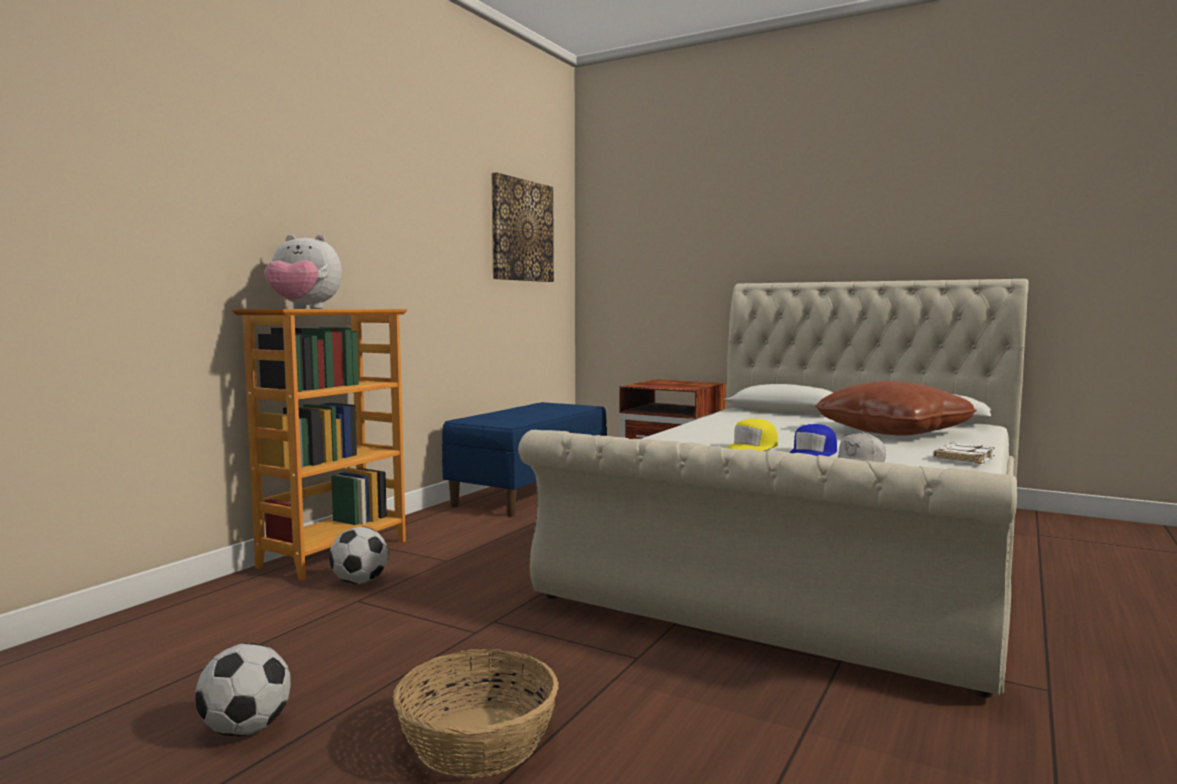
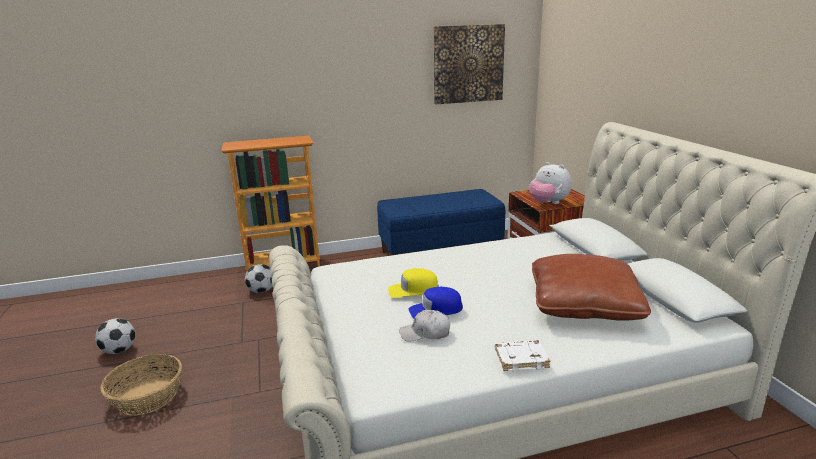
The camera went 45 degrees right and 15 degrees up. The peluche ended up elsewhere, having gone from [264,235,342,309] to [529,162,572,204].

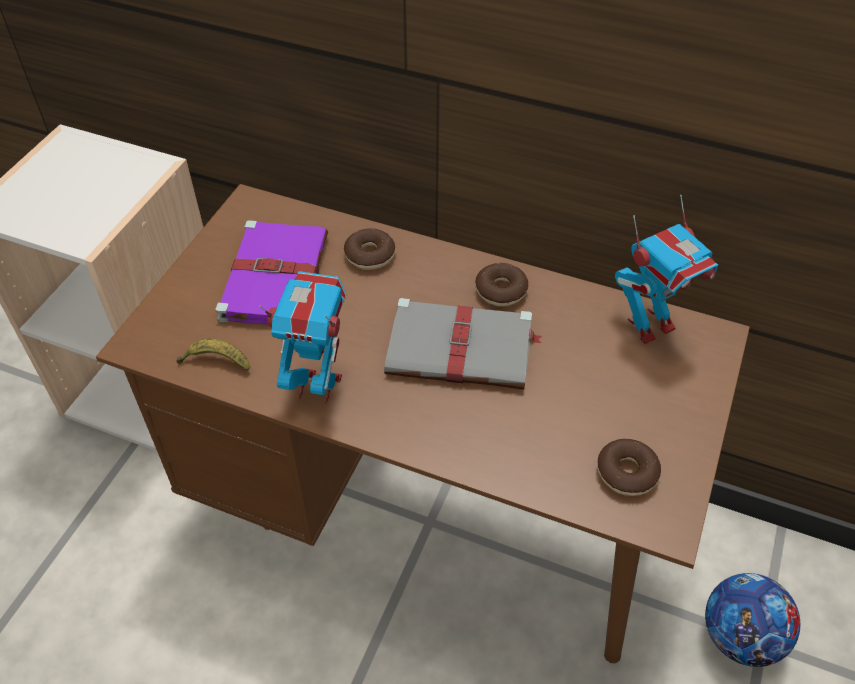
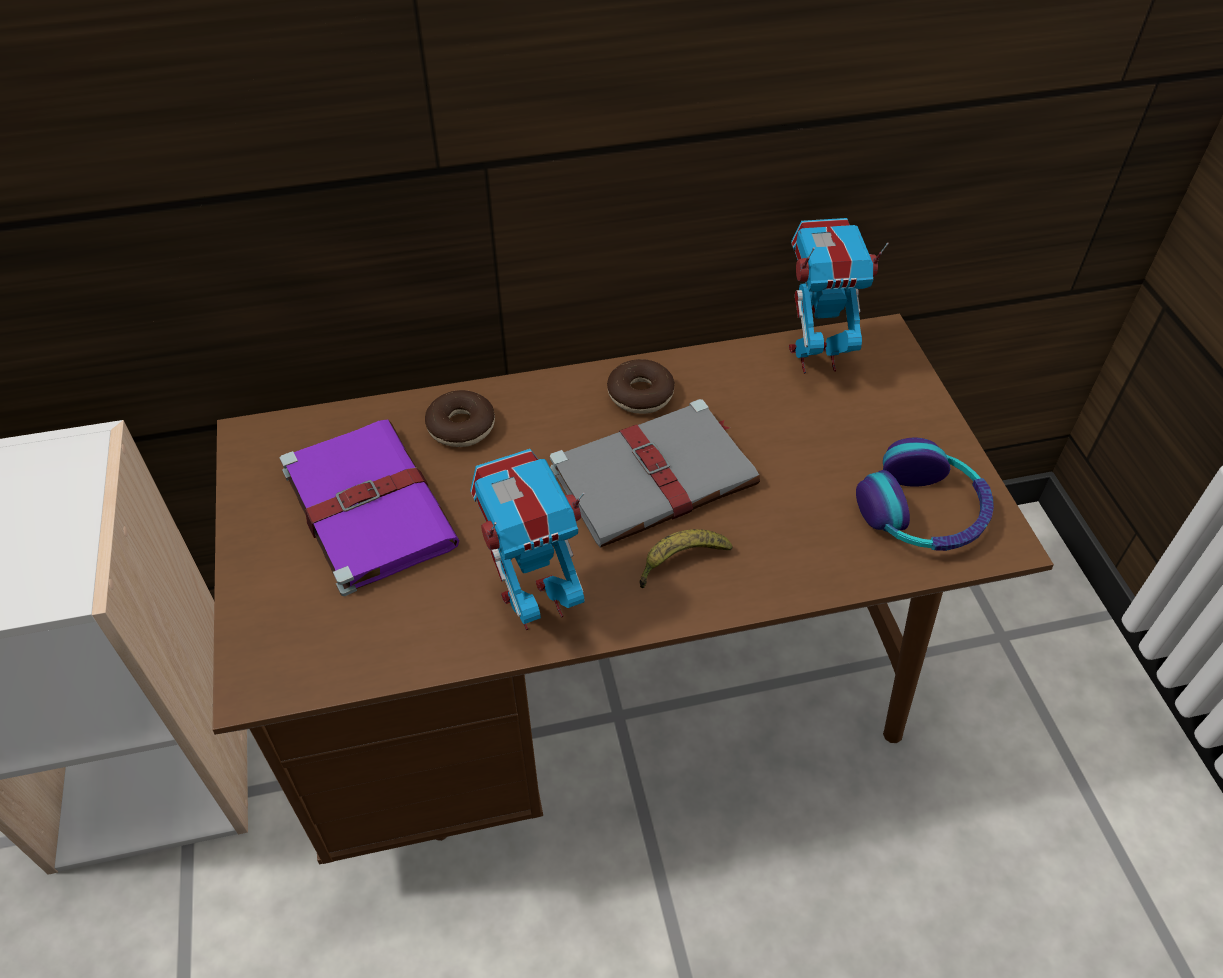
The camera went 35 degrees left and 0 degrees up. The plátano ended up elsewhere, having gone from [176,339,250,371] to [639,529,732,588]. Where the rosquilla stood at [597,439,661,496], the auriculares came to stand at [856,438,994,551]. The robot de juguete at [615,195,718,344] ended up facing another way, 120 degrees counterclockwise from before. The second view lost the balón de fútbol at [705,573,800,667].

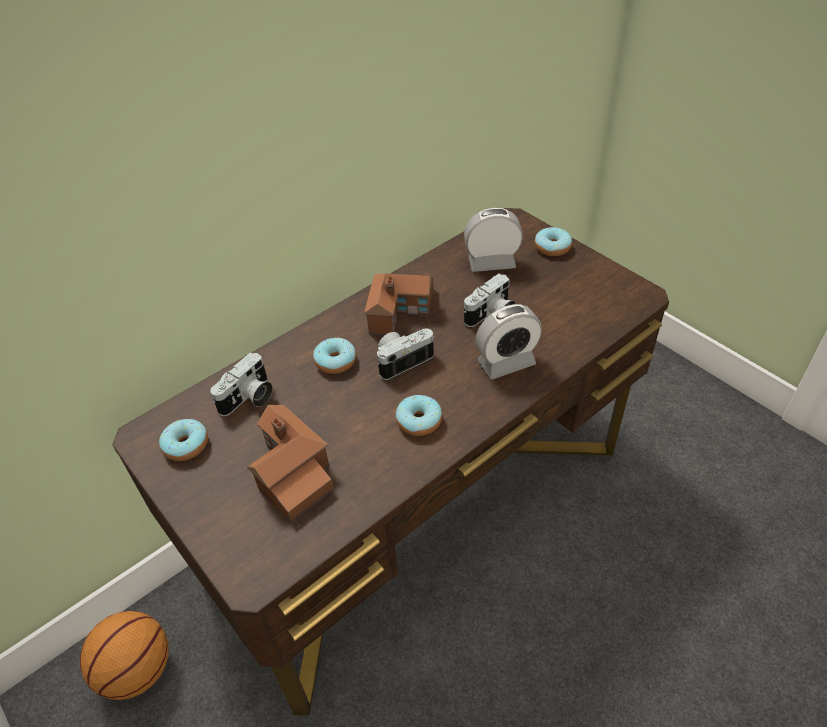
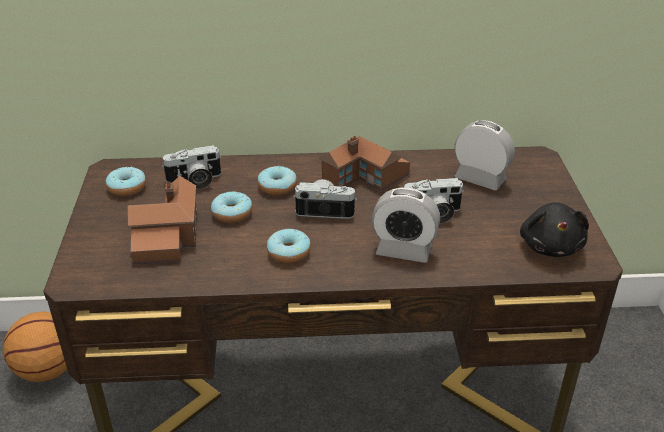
The camera went 35 degrees right and 10 degrees down. The rosquilla ended up elsewhere, having gone from [535,227,572,256] to [211,191,252,223]. The second view gained the peluche/negro at [520,202,589,257].

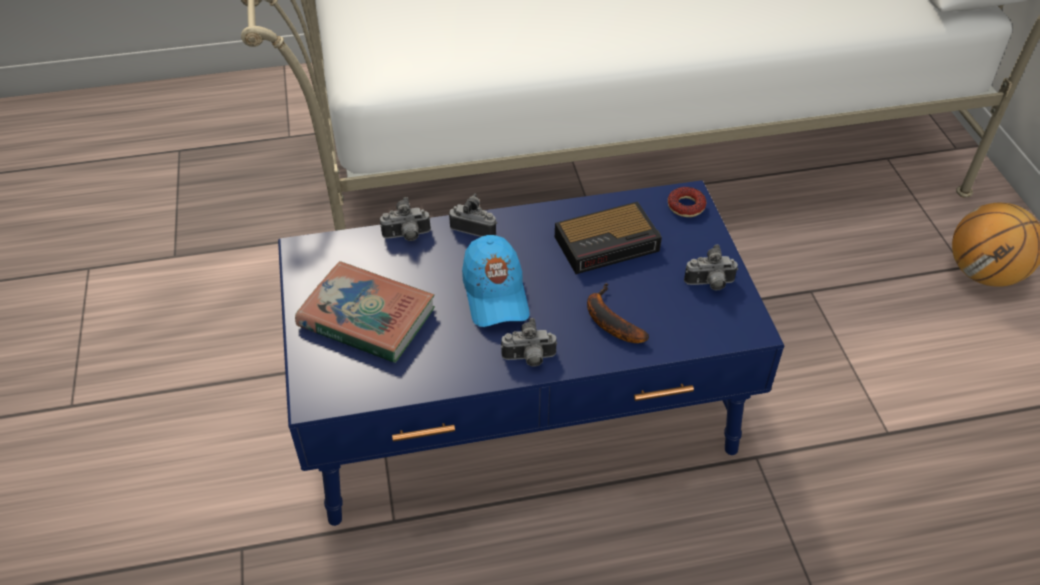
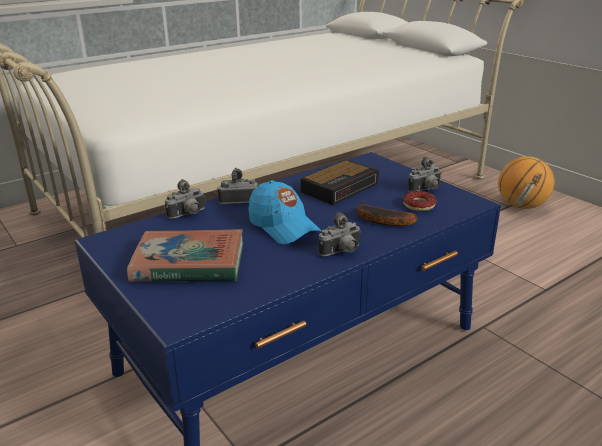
The camera went 25 degrees left and 20 degrees down. The rosquilla ended up elsewhere, having gone from [668,187,706,217] to [403,191,436,211].

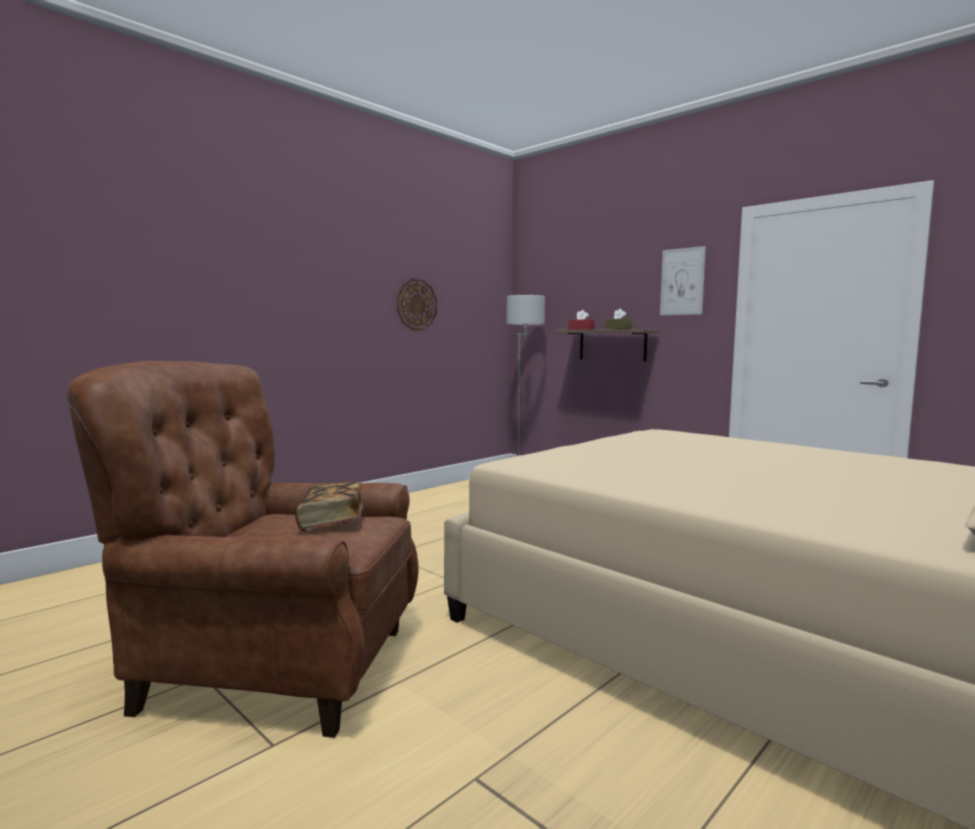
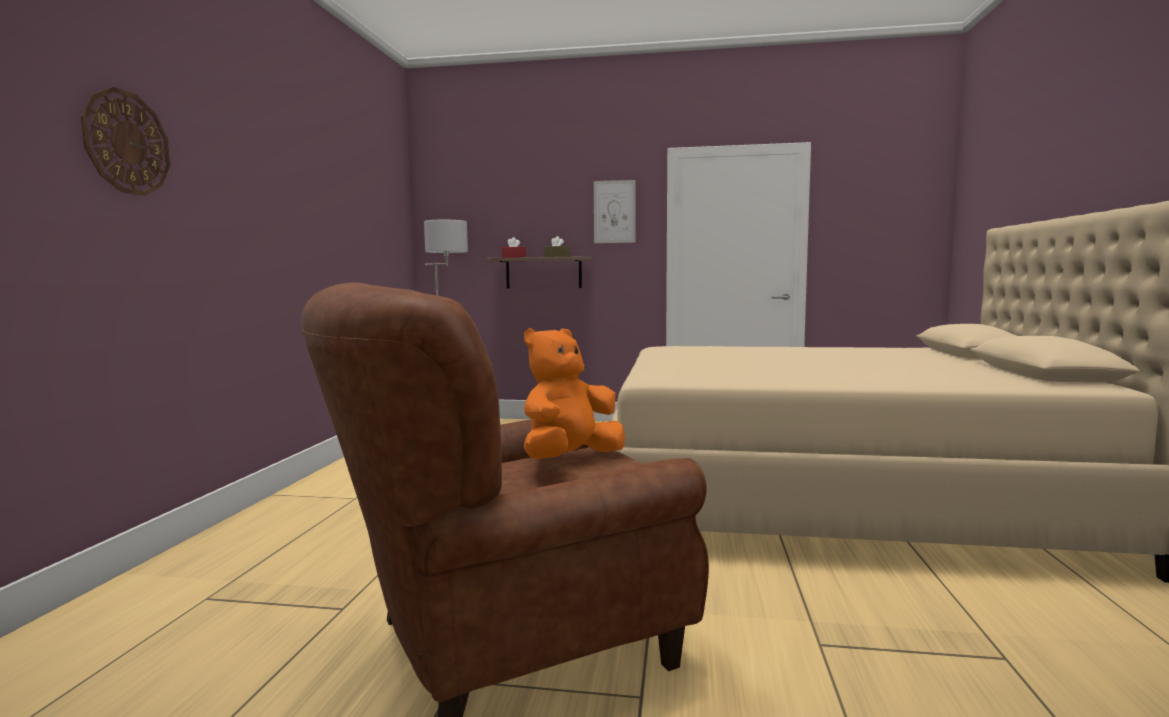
The camera went 35 degrees left and 0 degrees up. Where the libro stood at [295,482,363,531], the peluche/naranja came to stand at [524,328,625,459]. The reloj de pared ended up elsewhere, having gone from [397,278,437,331] to [81,87,170,196].

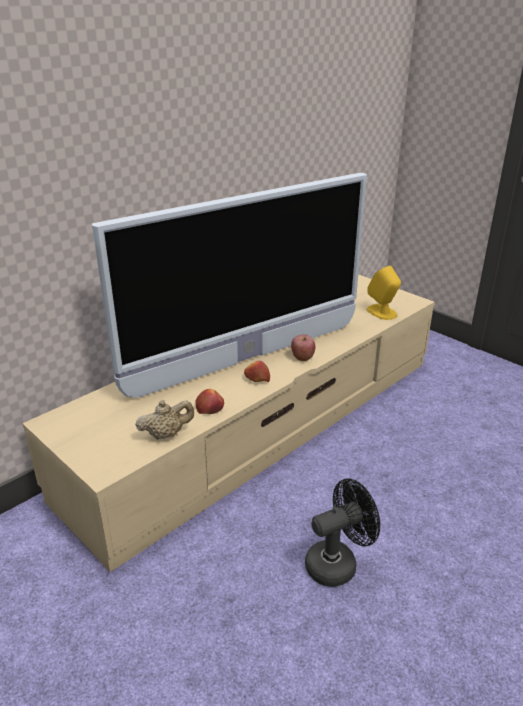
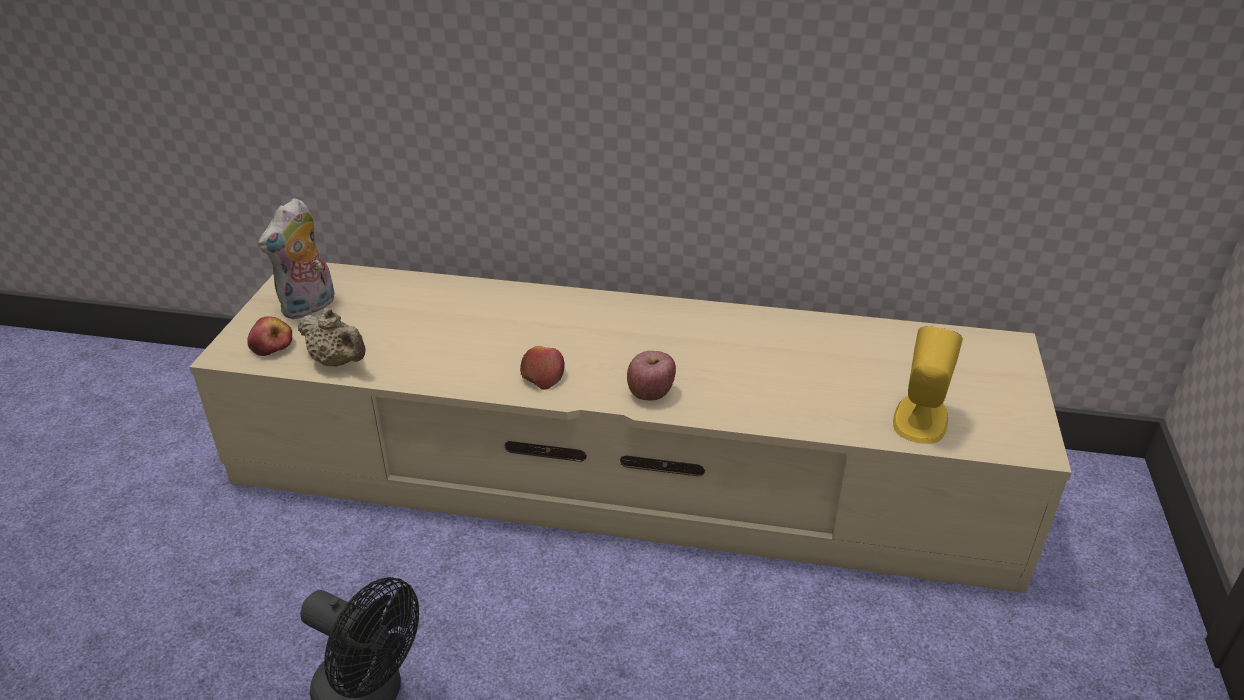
The camera went 55 degrees right and 5 degrees up. The second view lost the televisor at [92,173,367,398]. The manzana ended up elsewhere, having gone from [195,389,224,414] to [247,316,292,356]. The second view gained the peluche at [258,198,335,319].

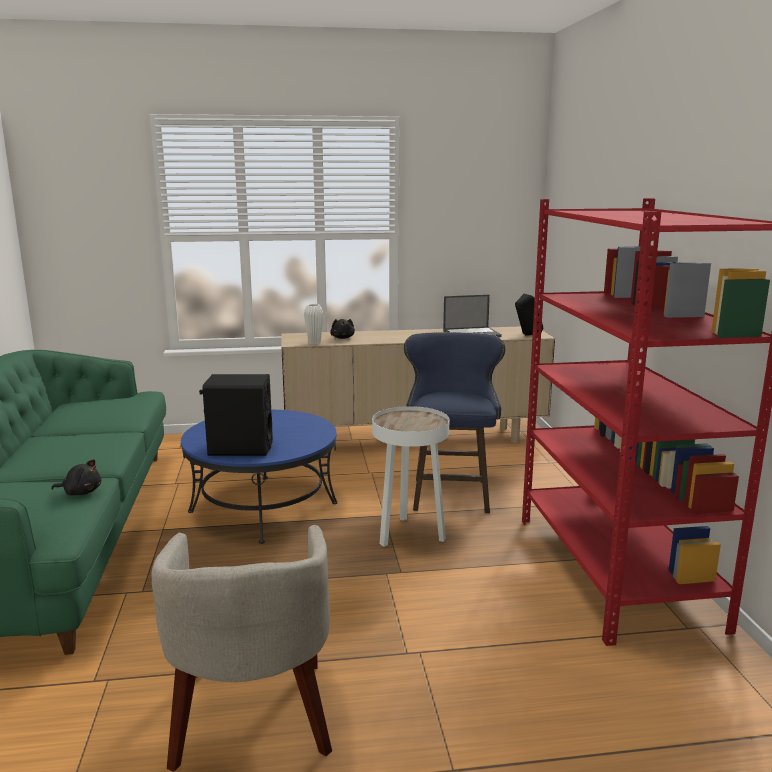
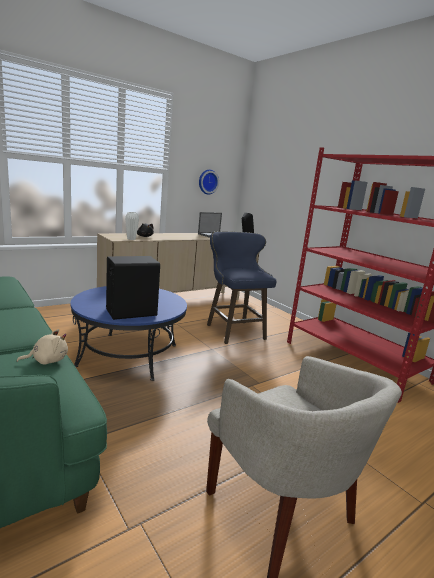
The camera went 30 degrees left and 0 degrees up. What was the peluche/negro at [51,459,101,495] turned into the peluche/beis at [16,329,68,365]. The second view lost the mesa auxiliar/blanco at [372,406,449,547]. The second view gained the reloj de pared at [199,170,219,195].

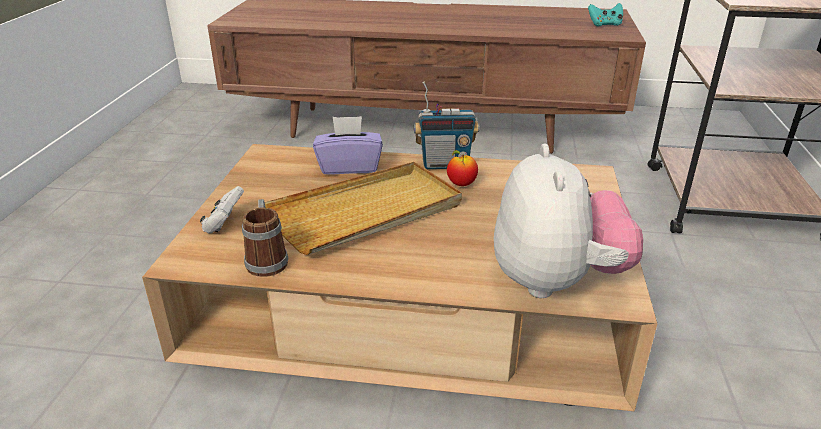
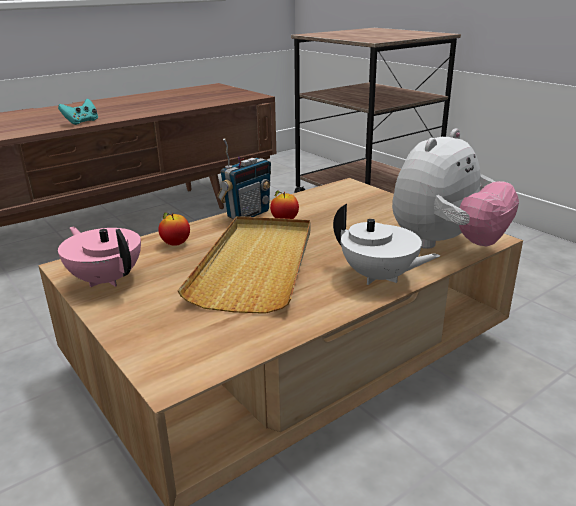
The camera went 45 degrees left and 5 degrees down. The second view lost the mando de consola/blanco at [200,186,244,234]. The second view lost the taza grande at [242,199,289,277]. Where the caja de pañuelos/morado stood at [313,116,383,175], the manzana came to stand at [158,212,190,246]. The peluche at [494,144,643,298] ended up facing another way, 90 degrees clockwise from before. The mando de consola/turquesa ended up elsewhere, having gone from [588,3,623,27] to [58,99,98,125]. The second view gained the tetera/rosa at [58,227,141,287]. The second view gained the tetera/blanco at [333,204,440,285].

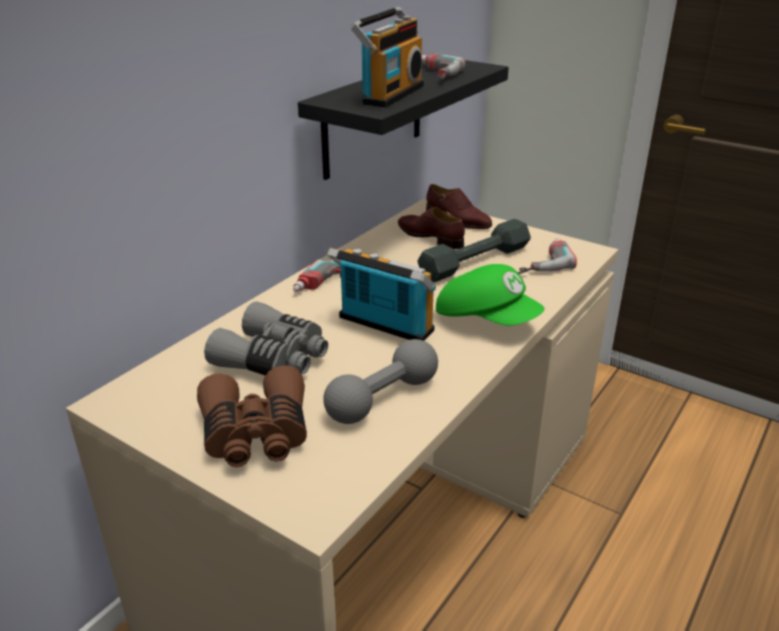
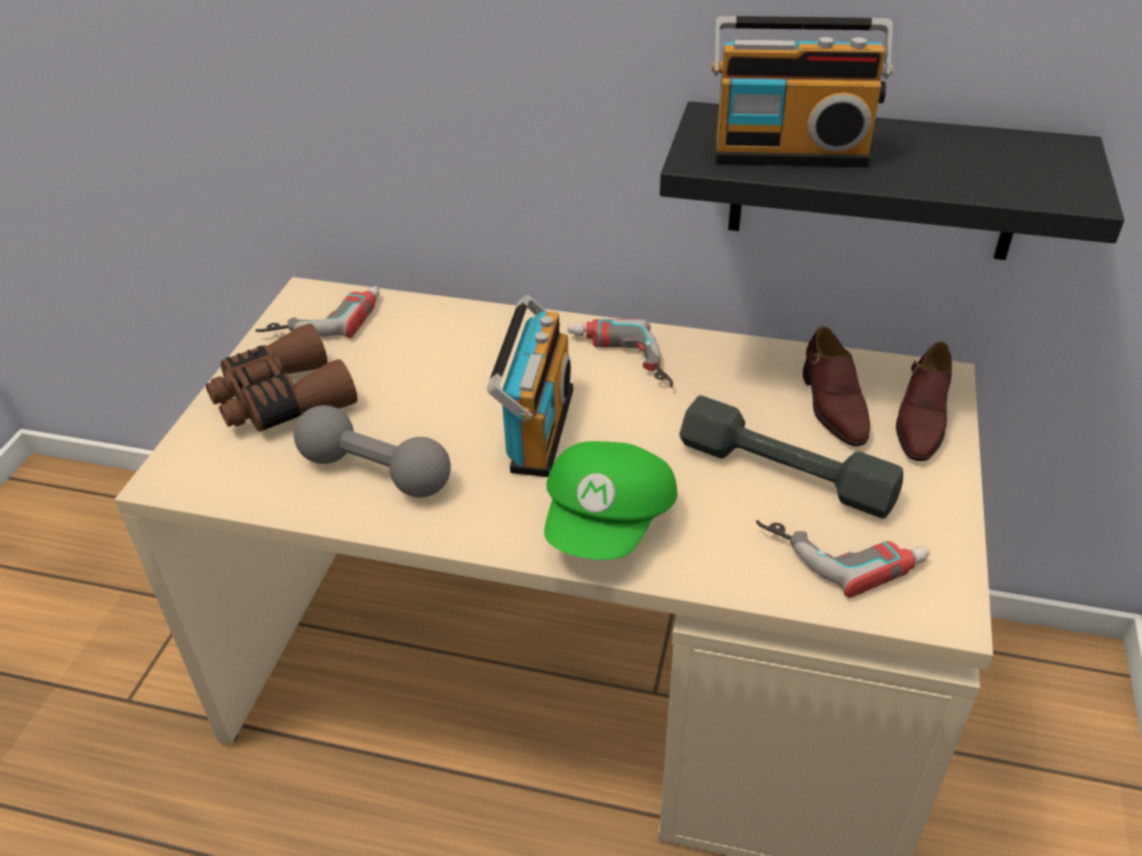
The camera went 70 degrees right and 10 degrees up. The second view lost the prismáticos/gris at [204,302,328,376]. The zapato/marrón at [398,207,465,249] ended up facing another way, 150 degrees clockwise from before. The taladro ended up elsewhere, having gone from [422,53,466,80] to [255,286,379,338].

